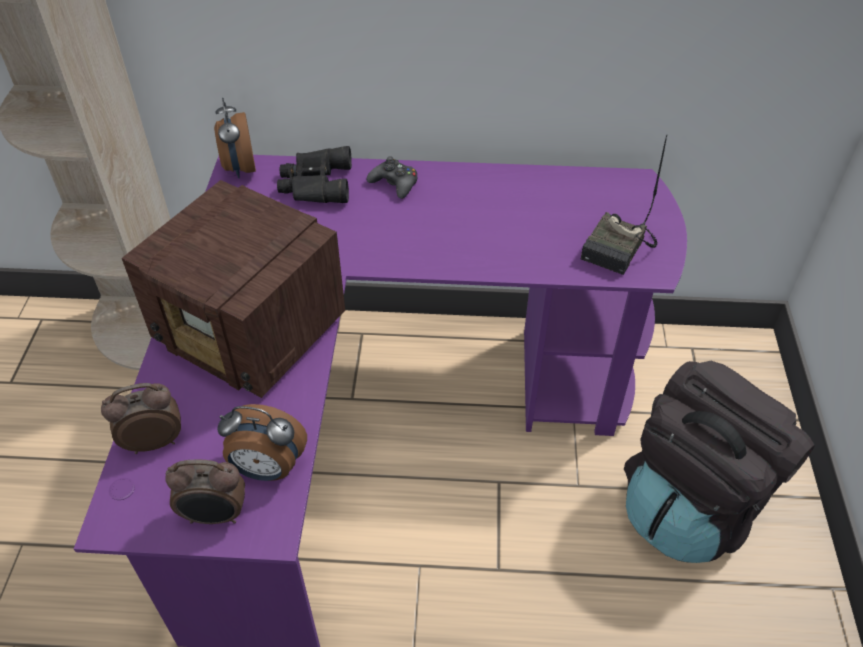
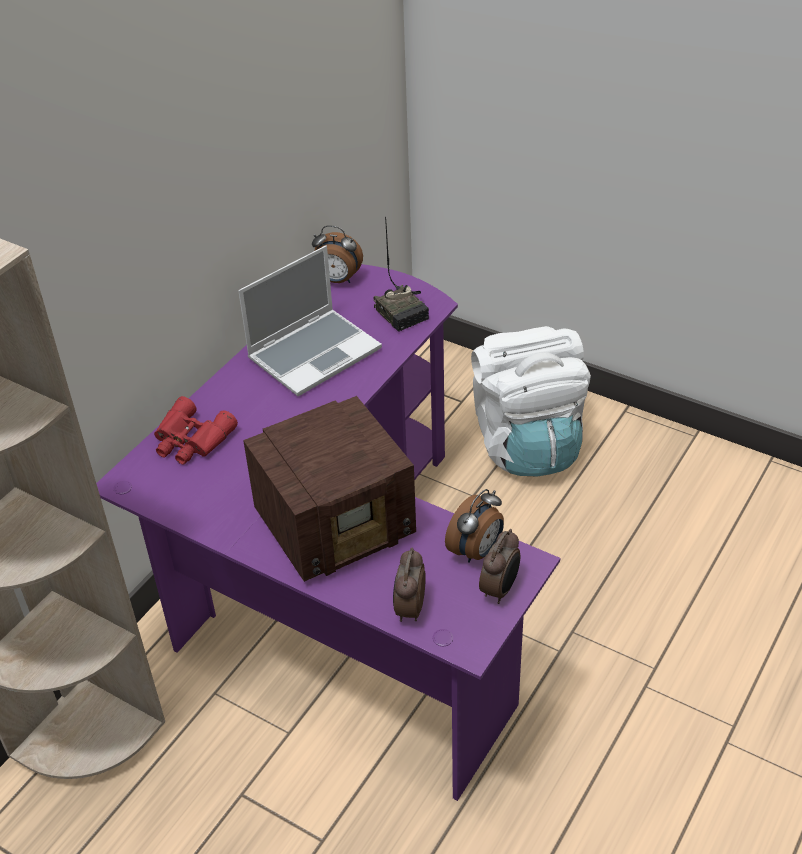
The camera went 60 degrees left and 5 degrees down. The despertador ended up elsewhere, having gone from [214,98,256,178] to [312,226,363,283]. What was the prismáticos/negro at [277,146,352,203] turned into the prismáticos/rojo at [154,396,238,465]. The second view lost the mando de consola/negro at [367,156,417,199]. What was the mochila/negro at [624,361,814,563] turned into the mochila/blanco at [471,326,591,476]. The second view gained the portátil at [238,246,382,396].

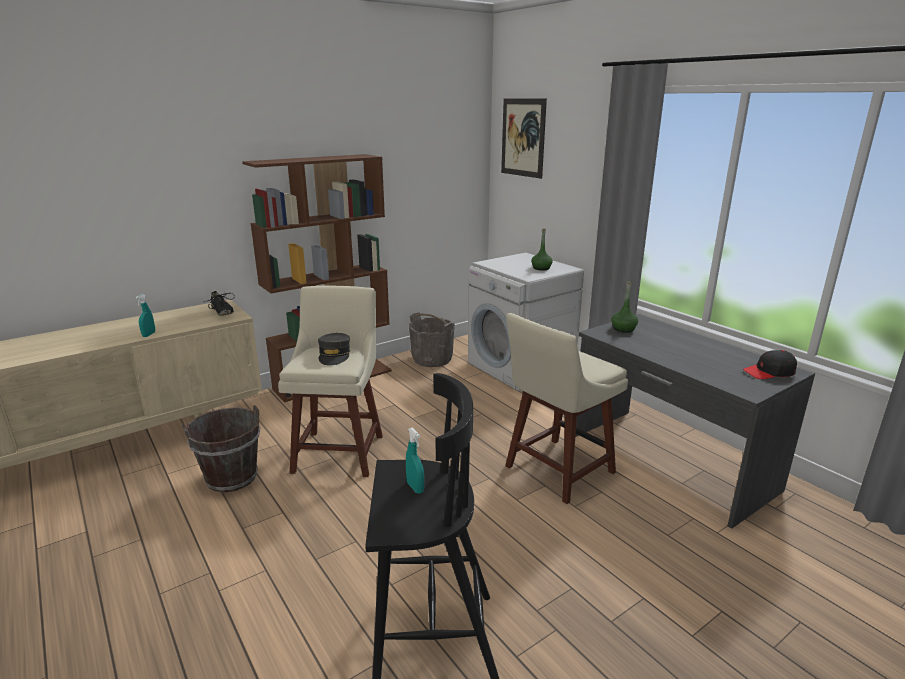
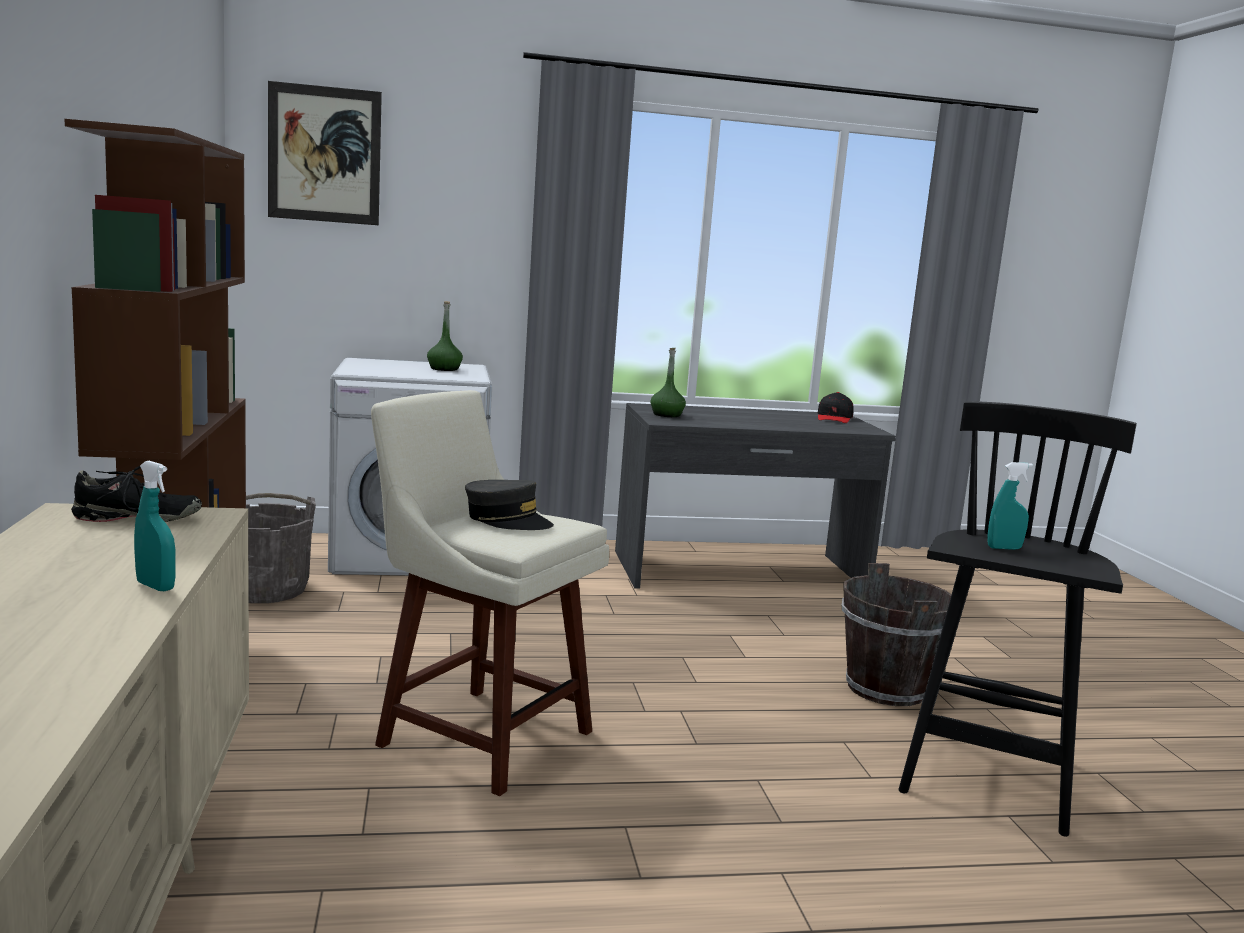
The camera went 65 degrees left and 10 degrees down. The cubo/marrón ended up elsewhere, having gone from [182,405,260,493] to [842,563,952,706]. The second view lost the taburete/beis at [506,313,628,504].

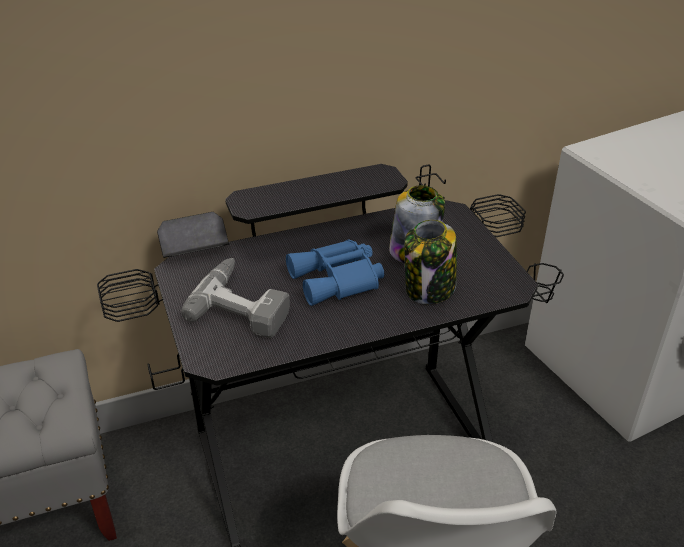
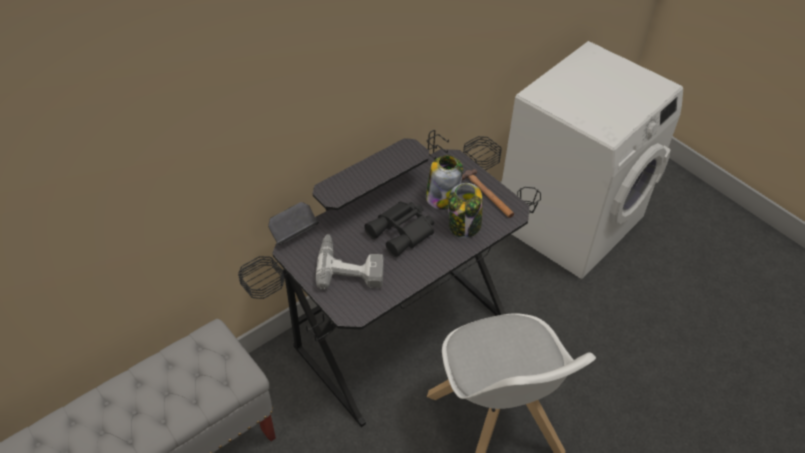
The camera went 20 degrees left and 10 degrees up. What was the prismáticos/azul at [286,239,384,306] turned into the prismáticos/negro at [364,201,434,257]. The second view gained the martillo at [462,169,514,218].

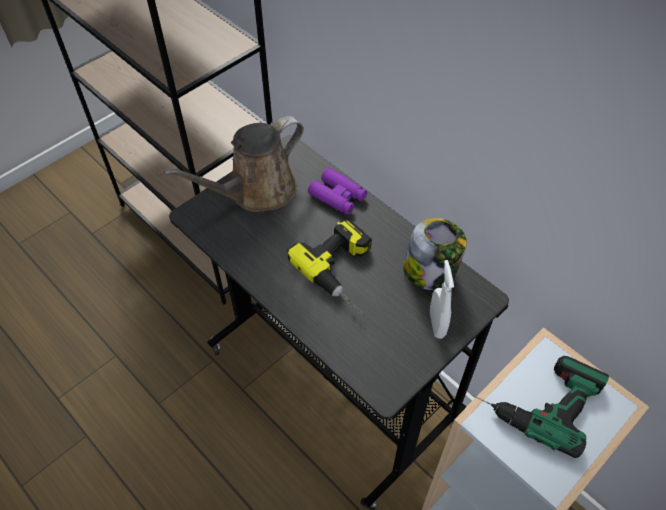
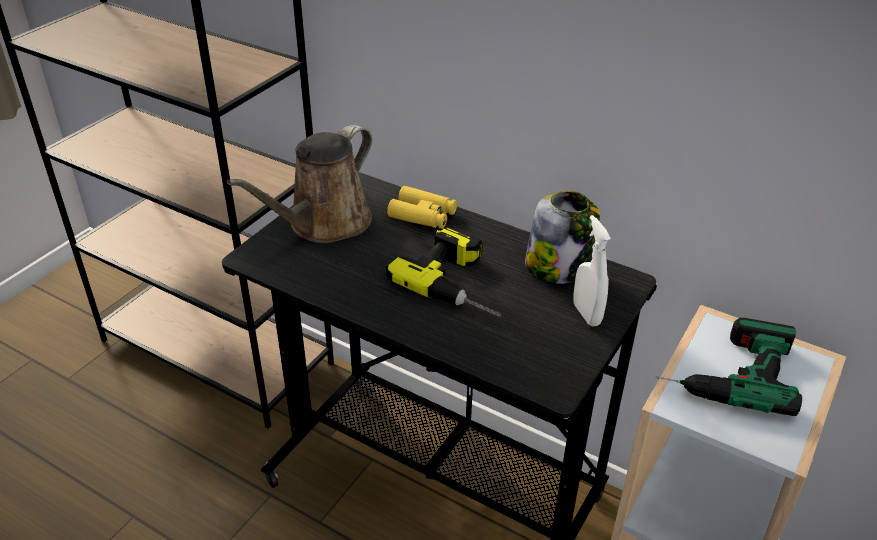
The camera went 15 degrees left and 15 degrees down. What was the prismáticos/morado at [308,167,367,215] turned into the prismáticos/amarillo at [387,186,457,229].

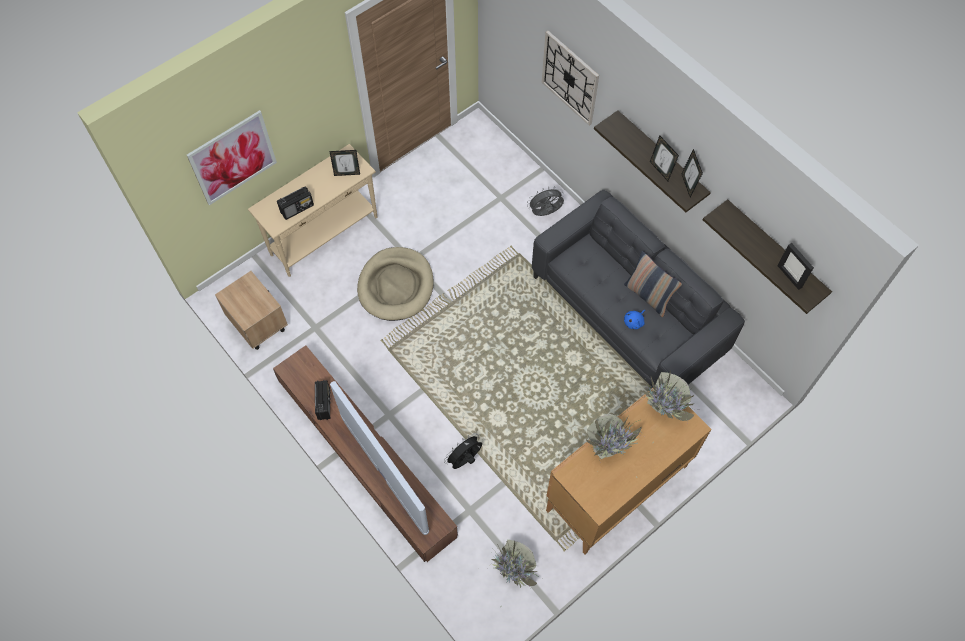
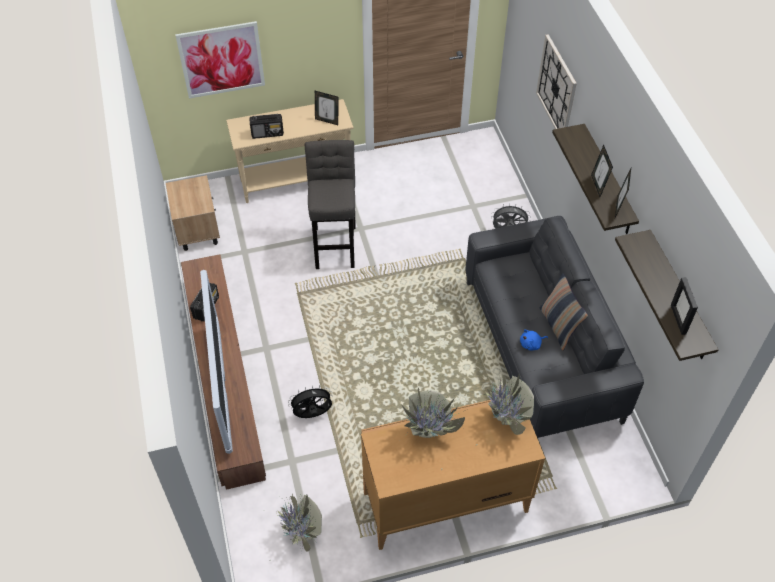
The camera went 25 degrees right and 10 degrees down. Where the cama para perro/beis stood at [357,247,434,321], the taburete/gris came to stand at [305,140,356,269].

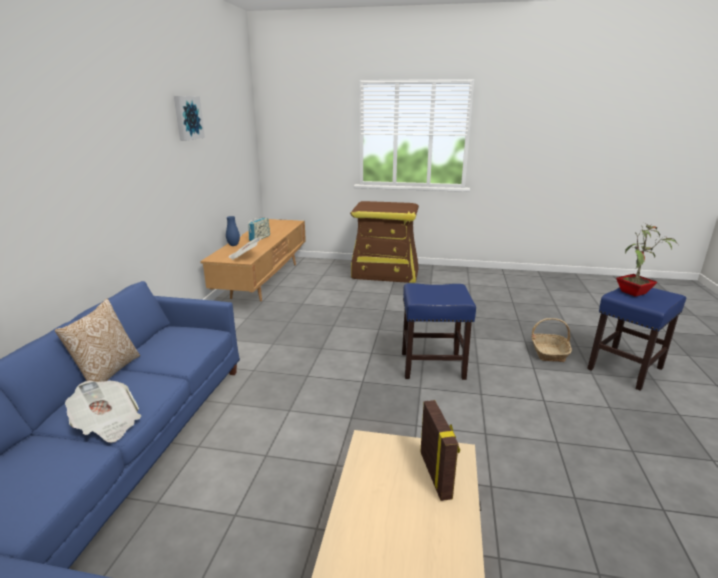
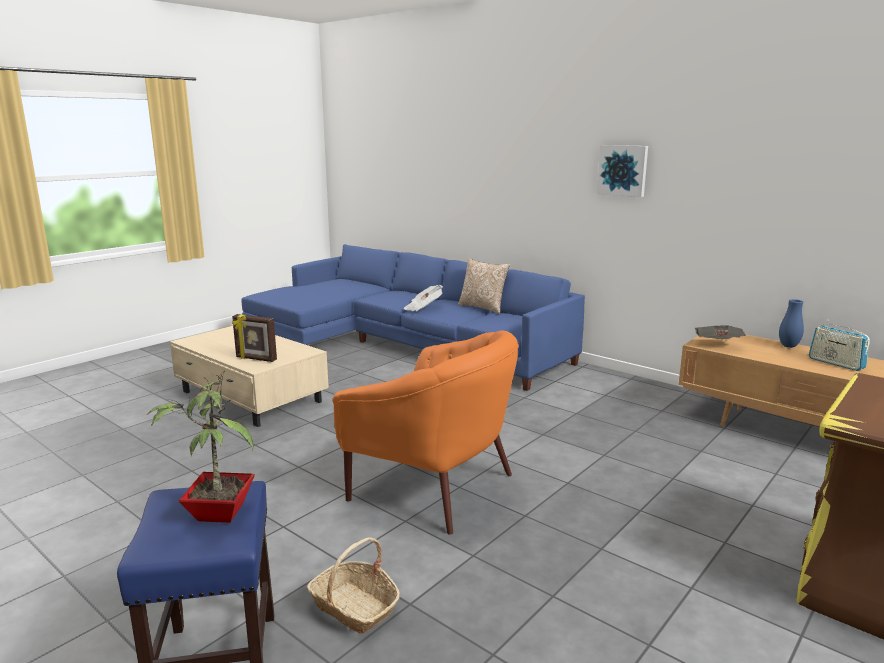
The camera went 120 degrees right and 5 degrees down. The cuadro ended up elsewhere, having gone from [174,96,205,141] to [597,145,648,197]. Where the taburete/azul stood at [402,283,476,380], the sillón/naranja came to stand at [333,330,519,535].

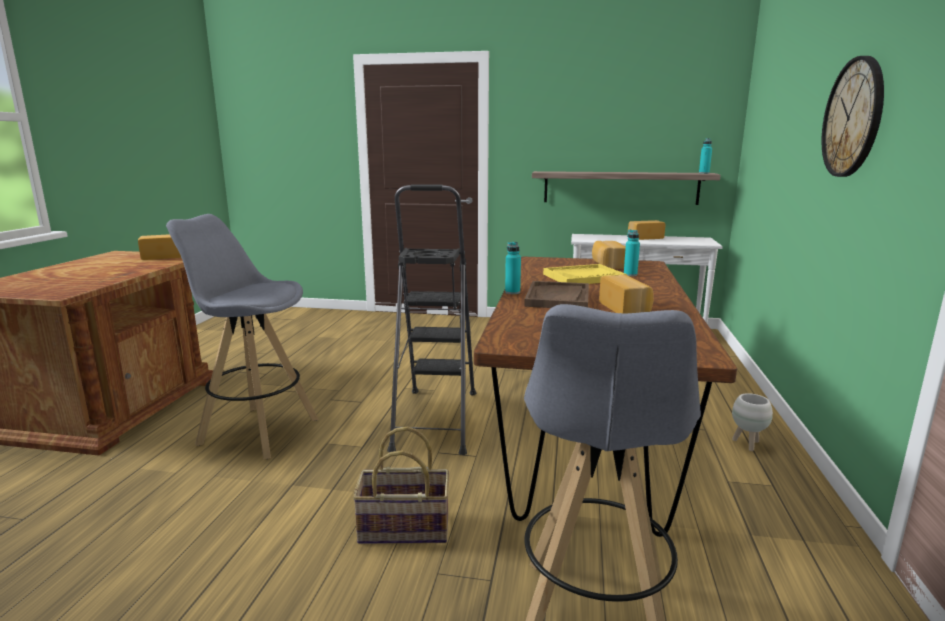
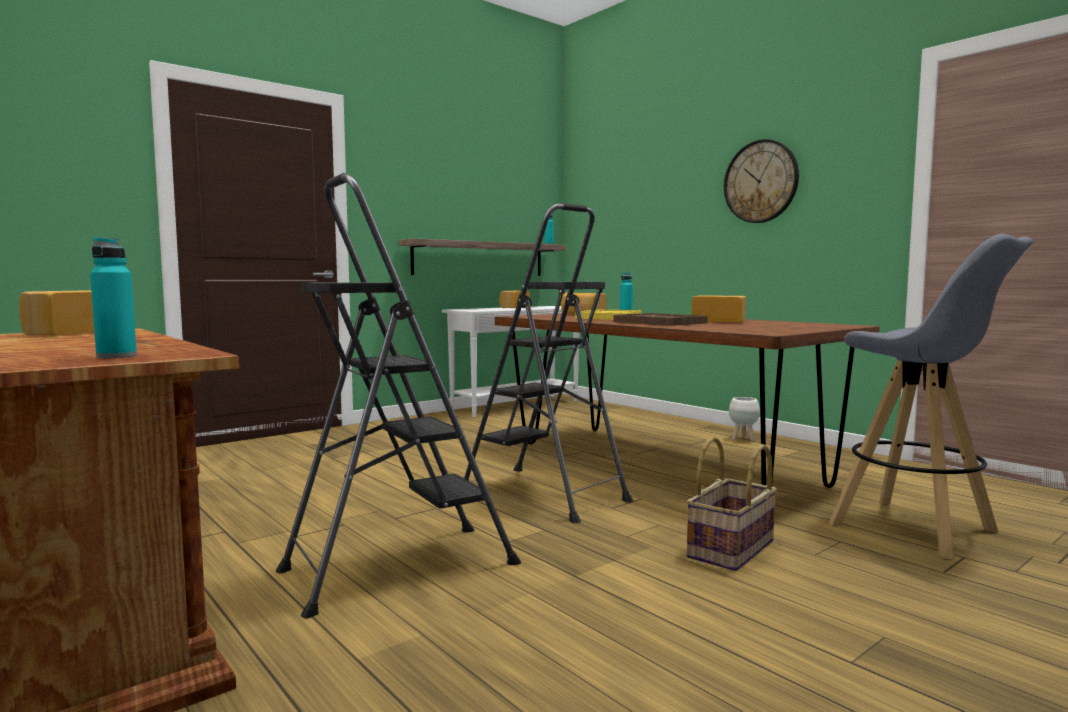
The camera went 50 degrees left and 10 degrees down. Where the taburete/gris stood at [166,214,319,459], the escalera de tijera came to stand at [276,173,521,619]. The botella/turquesa ended up elsewhere, having gone from [505,242,521,294] to [90,237,137,358].

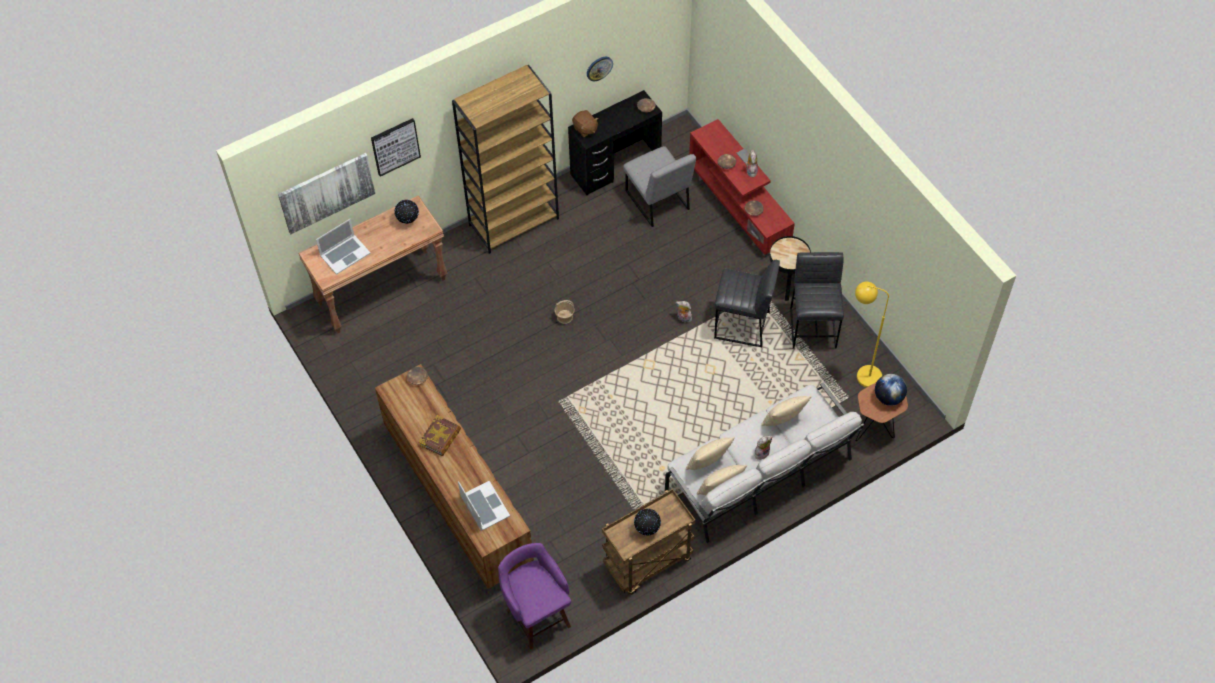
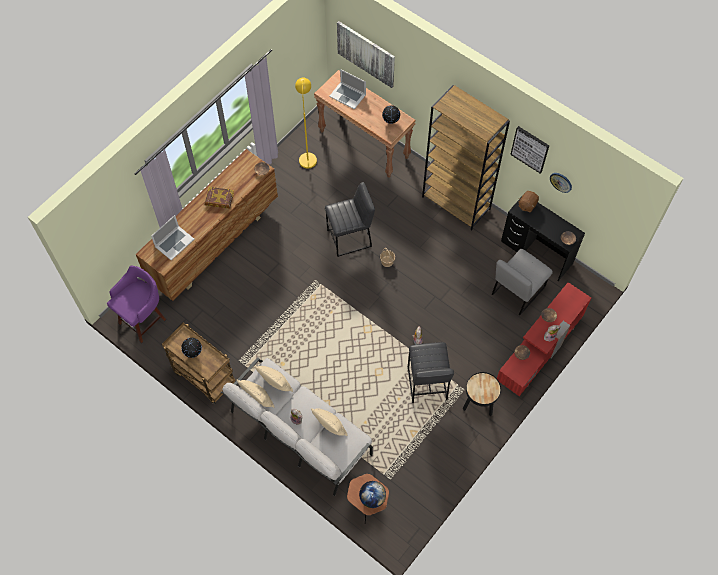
The camera went 70 degrees right and 5 degrees up. The cuadro ended up elsewhere, having gone from [371,118,421,177] to [510,126,549,173]. The taburete/gris ended up elsewhere, having gone from [790,252,844,348] to [325,182,375,257]. The lámpara de pie/amarillo ended up elsewhere, having gone from [855,282,889,388] to [295,78,317,169].

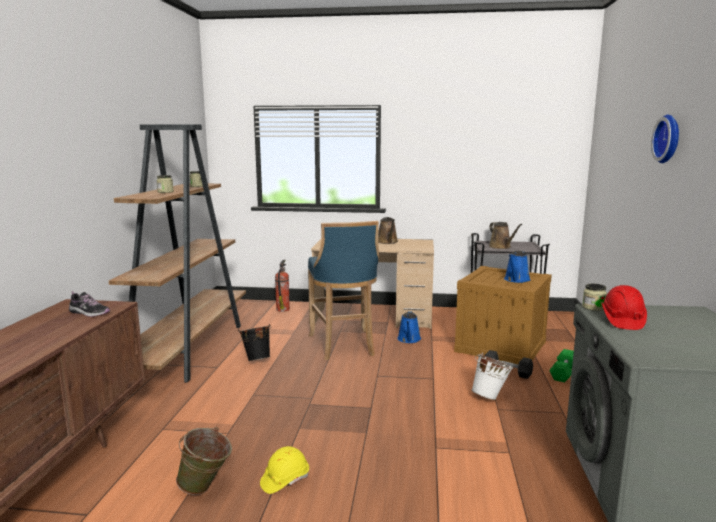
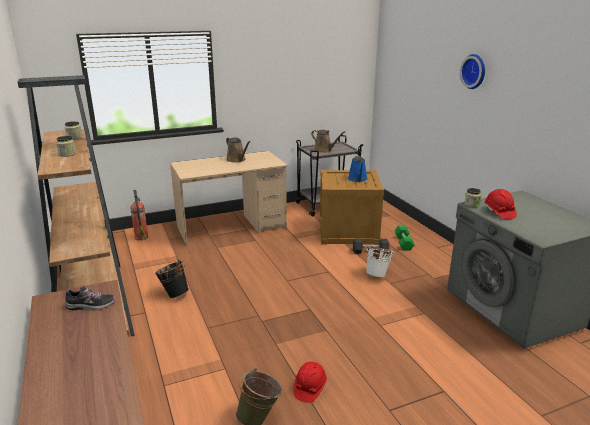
The camera went 30 degrees left and 10 degrees up. What was the casco/amarillo at [260,446,309,494] turned into the casco/rojo at [294,362,327,403]. The second view lost the taburete/azul at [308,221,379,360]. The second view lost the regadera/azul at [397,311,421,343].

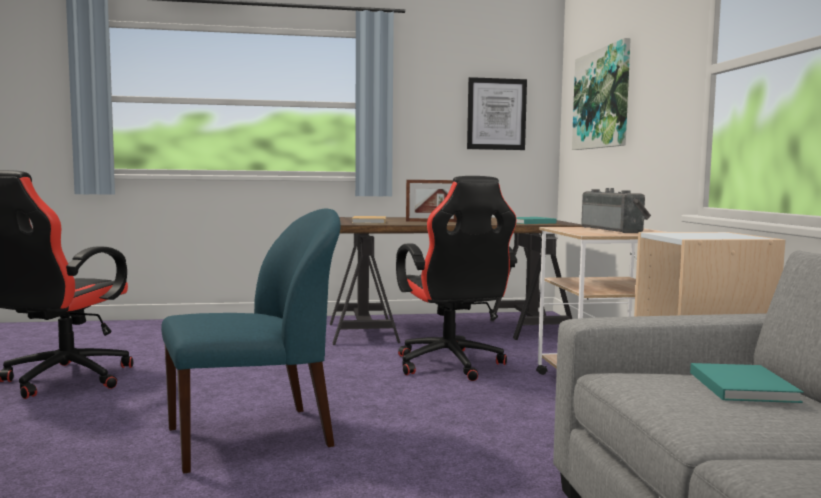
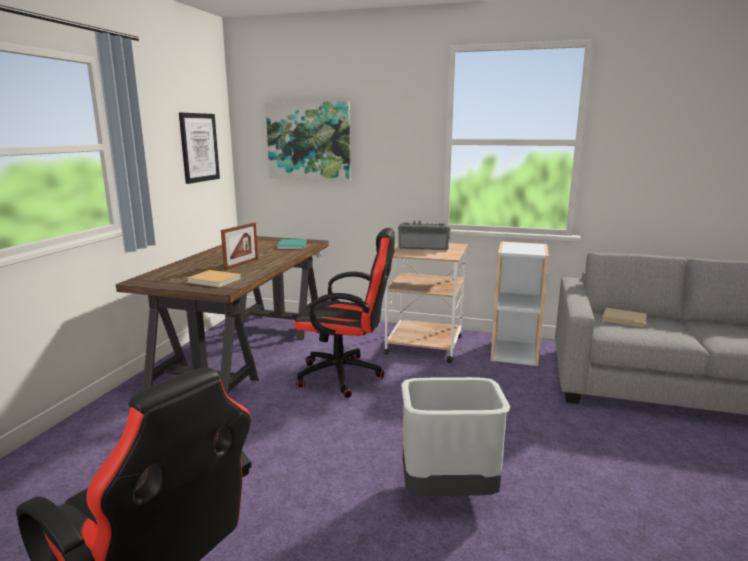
The camera went 65 degrees left and 10 degrees up. Where the silla/azul stood at [161,209,341,474], the papelera/gris came to stand at [401,377,510,496]. What was the libro/turquesa at [690,363,803,403] turned into the libro/beis at [602,308,647,328].

